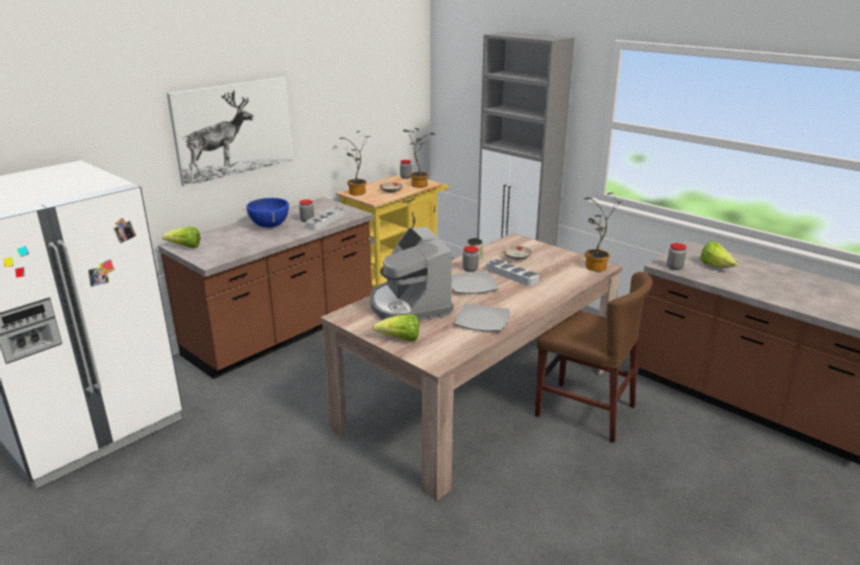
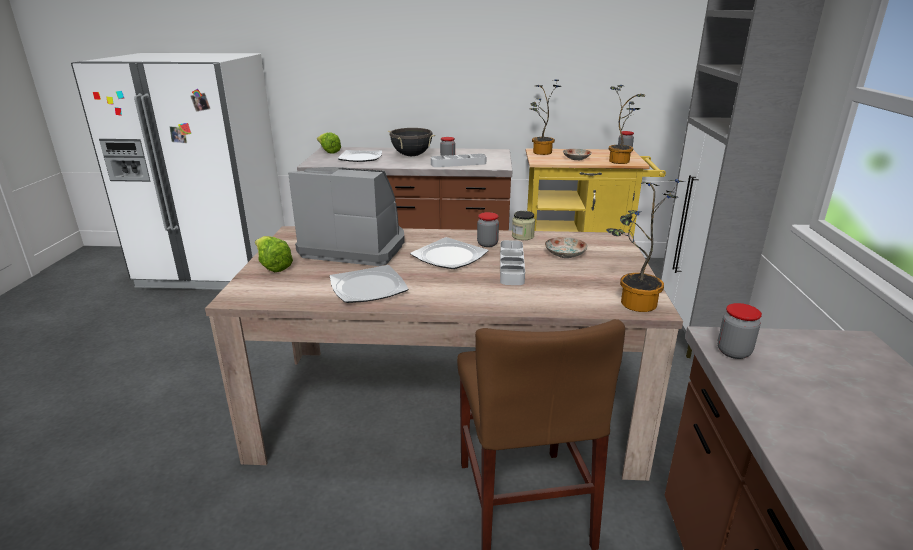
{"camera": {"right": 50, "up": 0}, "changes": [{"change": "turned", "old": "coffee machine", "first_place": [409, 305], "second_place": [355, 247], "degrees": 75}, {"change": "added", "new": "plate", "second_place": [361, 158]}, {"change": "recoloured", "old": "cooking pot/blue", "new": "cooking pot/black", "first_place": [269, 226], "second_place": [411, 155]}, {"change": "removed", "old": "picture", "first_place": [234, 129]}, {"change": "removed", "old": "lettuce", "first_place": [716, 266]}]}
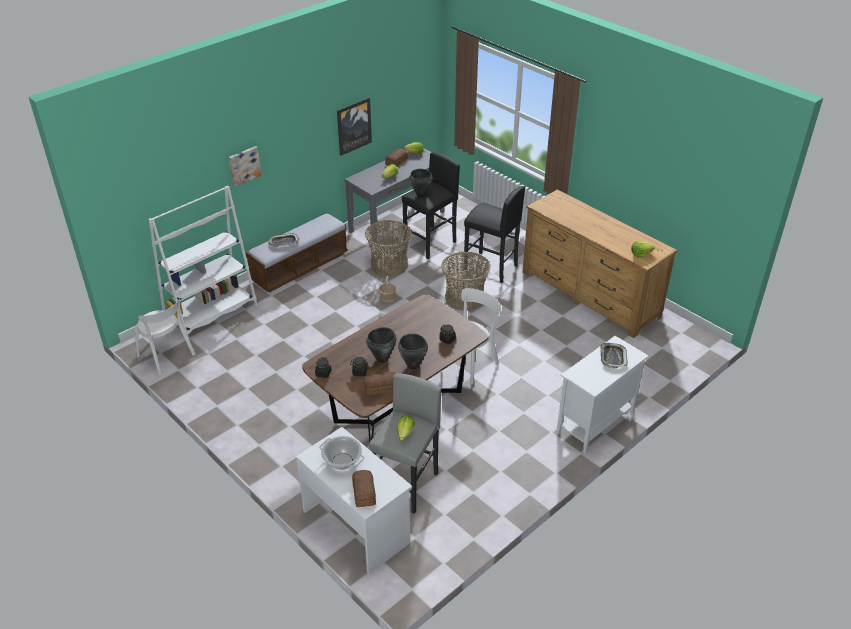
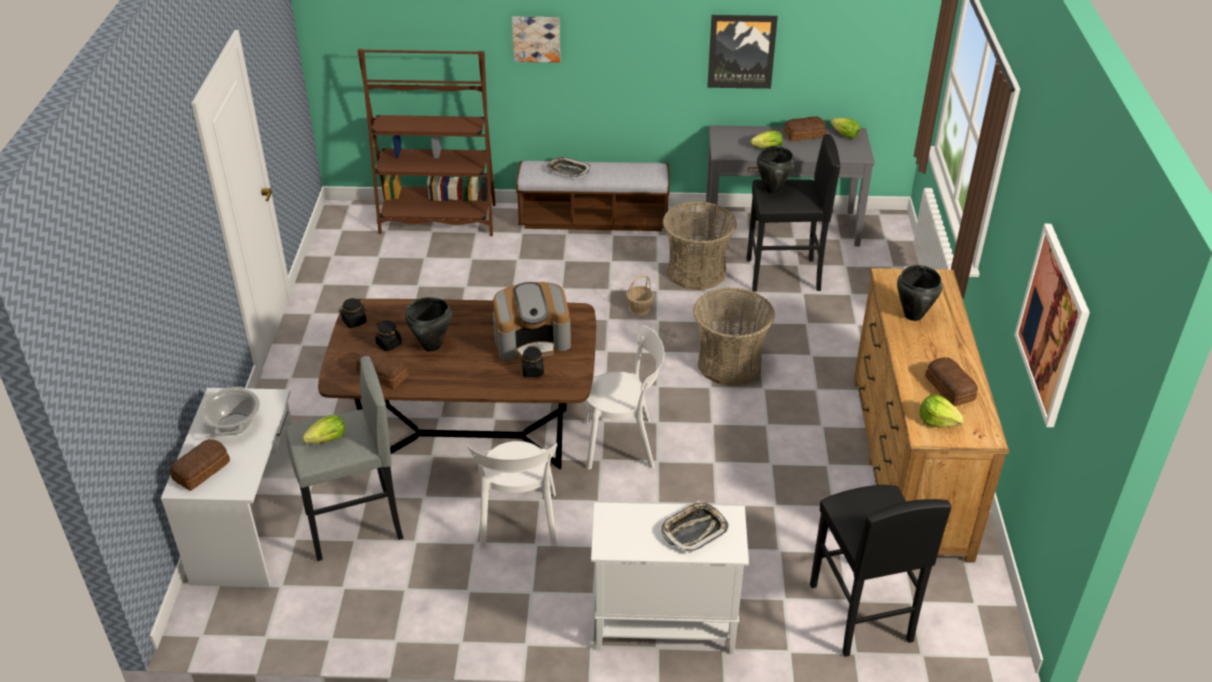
{"camera": {"right": 45, "up": 0}, "changes": [{"change": "recoloured", "old": "bookcase/white", "new": "bookcase/brown", "first_place": [211, 314], "second_place": [438, 219]}, {"change": "moved", "old": "chair/white", "first_place": [167, 356], "second_place": [518, 523]}, {"change": "added", "new": "coffee machine", "second_place": [532, 340]}, {"change": "moved", "old": "stool/black", "first_place": [490, 268], "second_place": [860, 613]}, {"change": "moved", "old": "cooking pot/black", "first_place": [413, 366], "second_place": [913, 315]}, {"change": "added", "new": "bread", "second_place": [950, 387]}, {"change": "added", "new": "picture", "second_place": [1052, 324]}]}
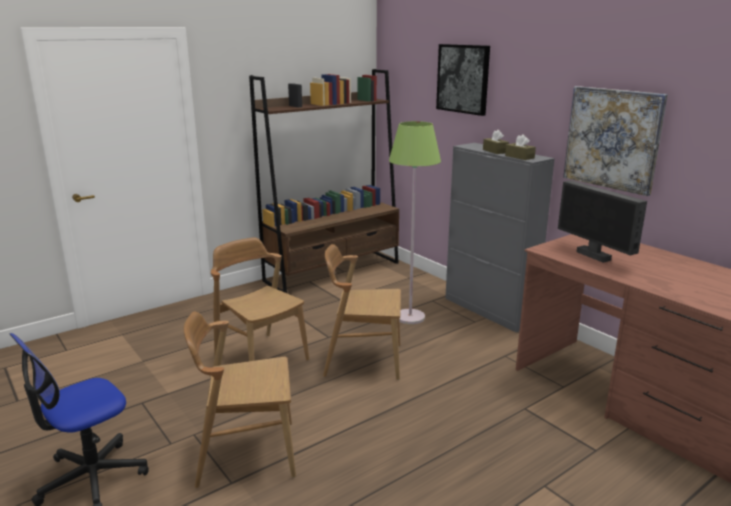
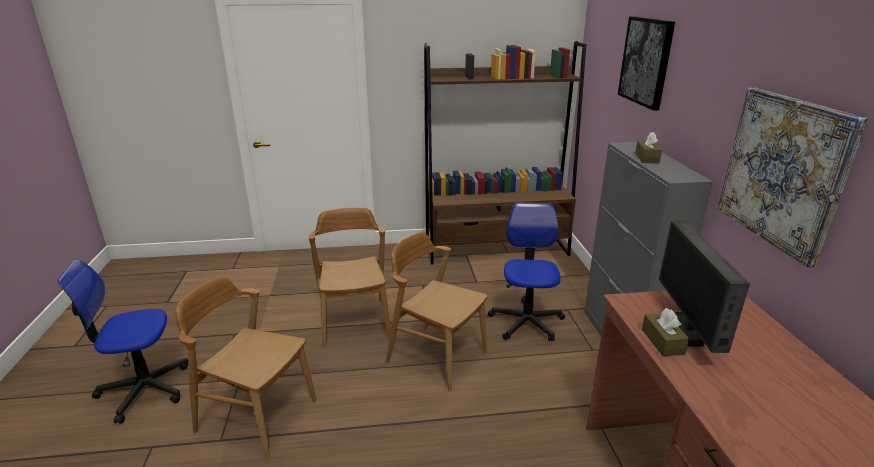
{"camera": {"right": 30, "up": 5}, "changes": [{"change": "replaced", "old": "floor lamp/green", "new": "office chair", "first_place": [410, 317], "second_place": [526, 322]}, {"change": "moved", "old": "tissue box/brown", "first_place": [519, 157], "second_place": [662, 341]}]}
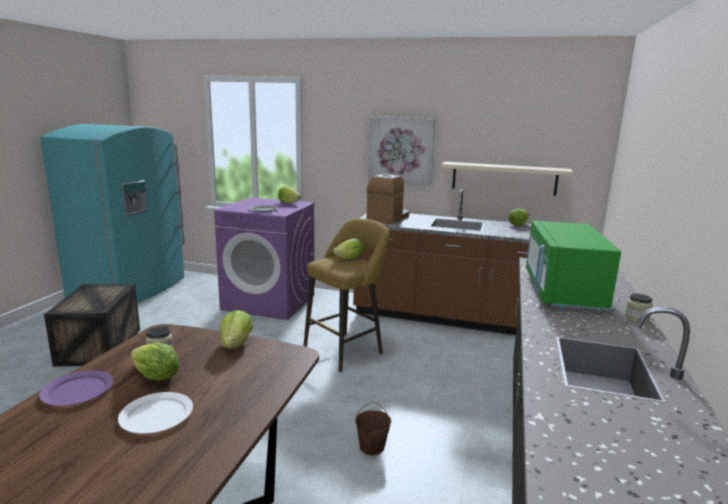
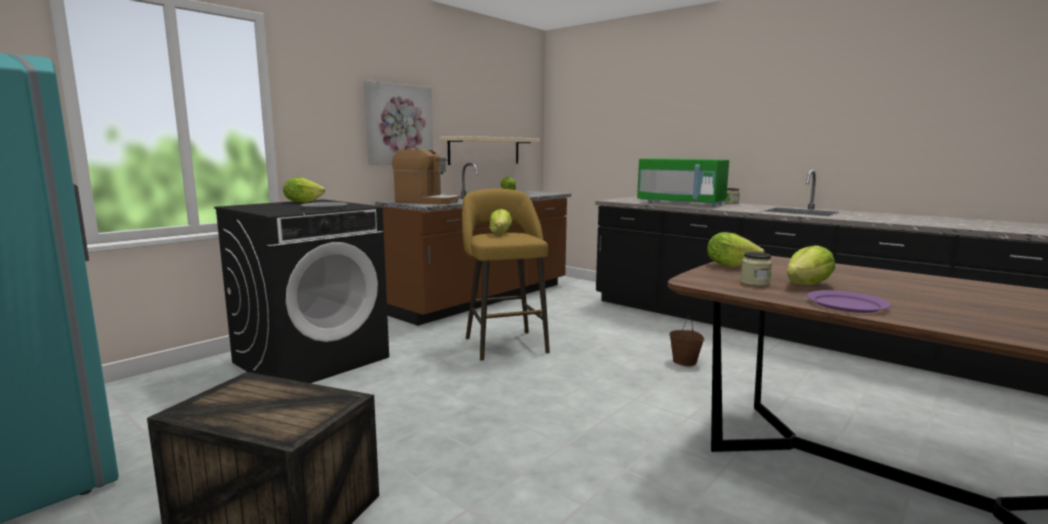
{"camera": {"right": -65, "up": -5}, "changes": [{"change": "recoloured", "old": "washing machine/purple", "new": "washing machine/black", "first_place": [269, 302], "second_place": [312, 359]}, {"change": "turned", "old": "coffee machine", "first_place": [388, 218], "second_place": [426, 202], "degrees": 150}, {"change": "removed", "old": "plate/white", "first_place": [156, 415]}]}
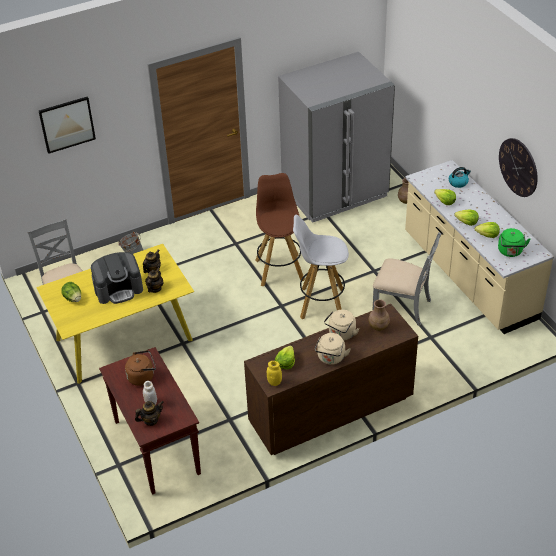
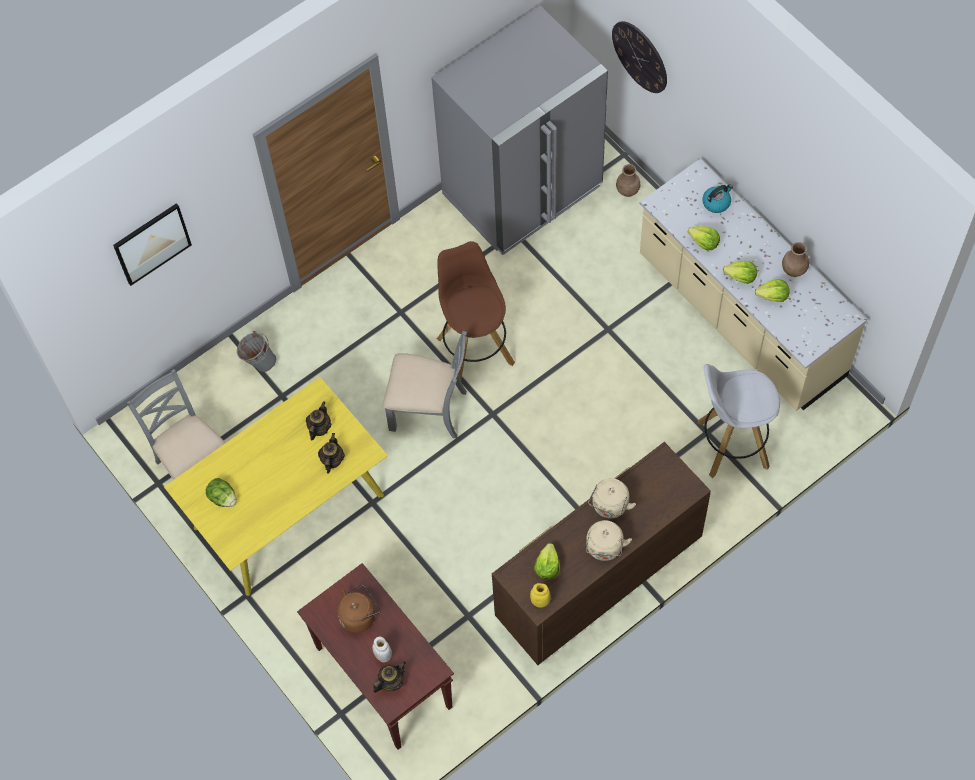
{"camera": {"right": -10, "up": 20}, "changes": [{"change": "moved", "old": "chair/grey", "first_place": [402, 307], "second_place": [429, 410]}, {"change": "moved", "old": "wall clock", "first_place": [518, 167], "second_place": [640, 56]}, {"change": "moved", "old": "stool/white", "first_place": [321, 303], "second_place": [731, 445]}, {"change": "moved", "old": "vase/brown", "first_place": [379, 327], "second_place": [794, 270]}, {"change": "removed", "old": "coffee machine", "first_place": [118, 289]}, {"change": "removed", "old": "kettle/green", "first_place": [510, 252]}]}
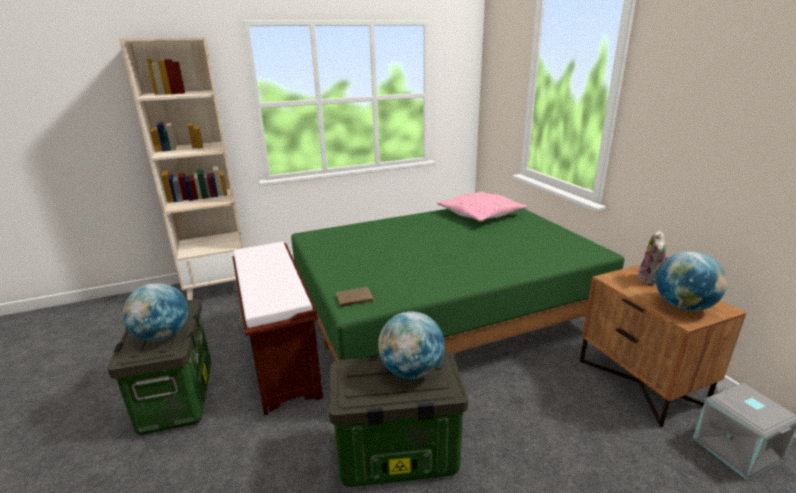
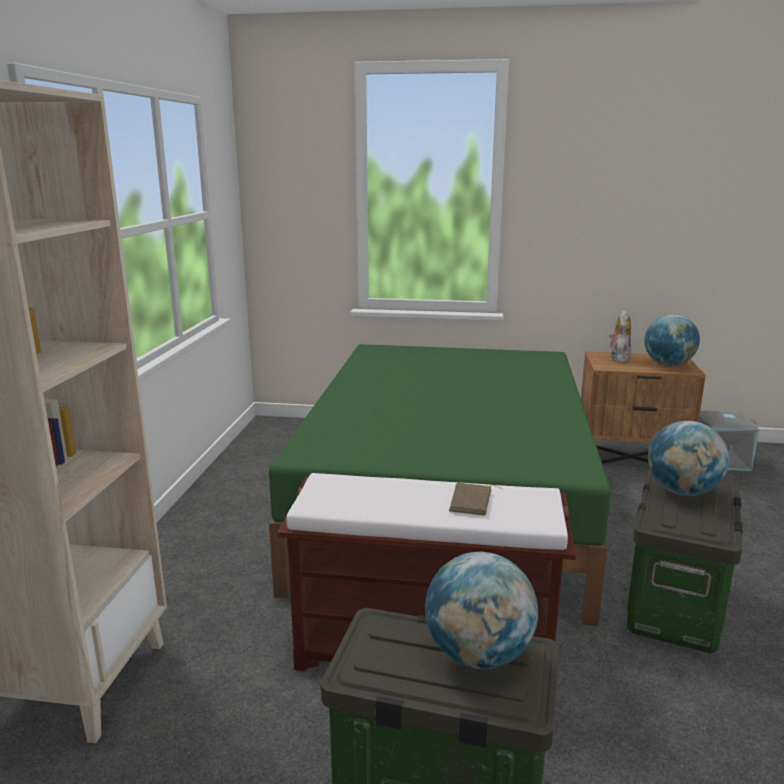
{"camera": {"right": -60, "up": -5}, "changes": [{"change": "moved", "old": "book/brown", "first_place": [354, 299], "second_place": [472, 502]}, {"change": "turned", "old": "plush toy", "first_place": [650, 280], "second_place": [618, 358], "degrees": -120}, {"change": "removed", "old": "pillow/pink", "first_place": [480, 214]}]}
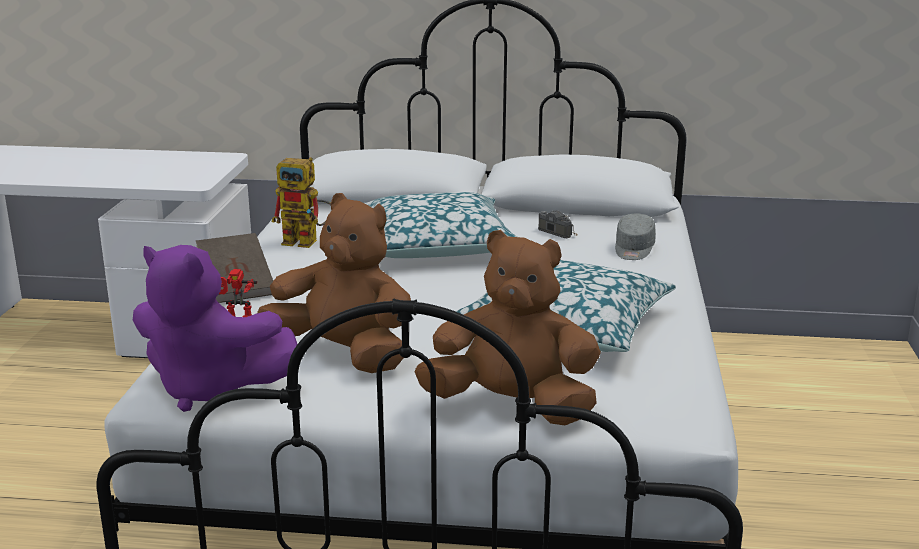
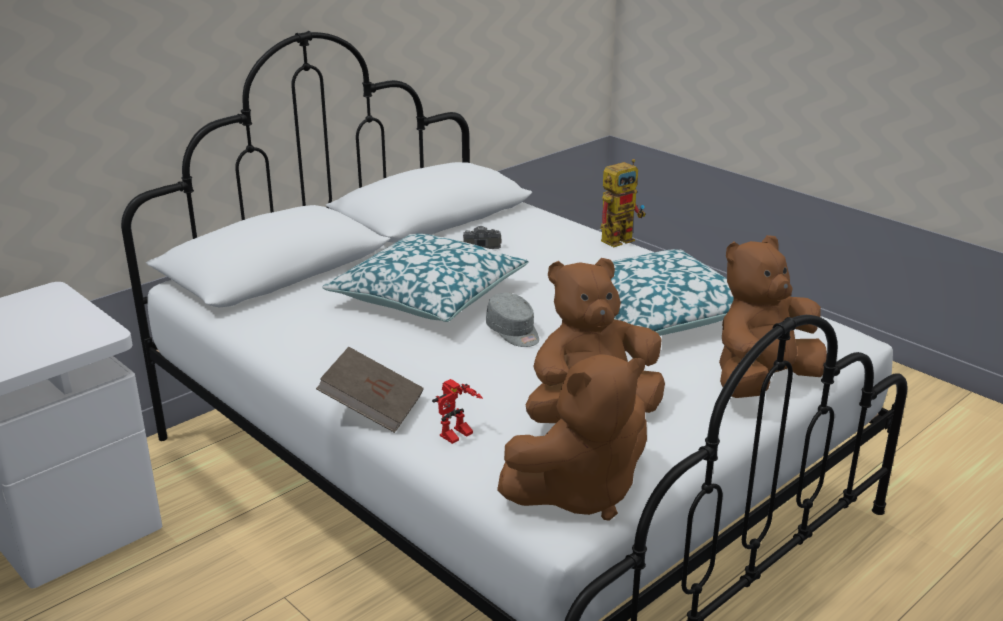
{"camera": {"right": -50, "up": 5}, "changes": [{"change": "moved", "old": "cap/grey", "first_place": [633, 249], "second_place": [513, 332]}, {"change": "recoloured", "old": "plush toy/purple", "new": "plush toy/brown", "first_place": [211, 389], "second_place": [579, 492]}, {"change": "moved", "old": "toy robot", "first_place": [308, 242], "second_place": [621, 238]}]}
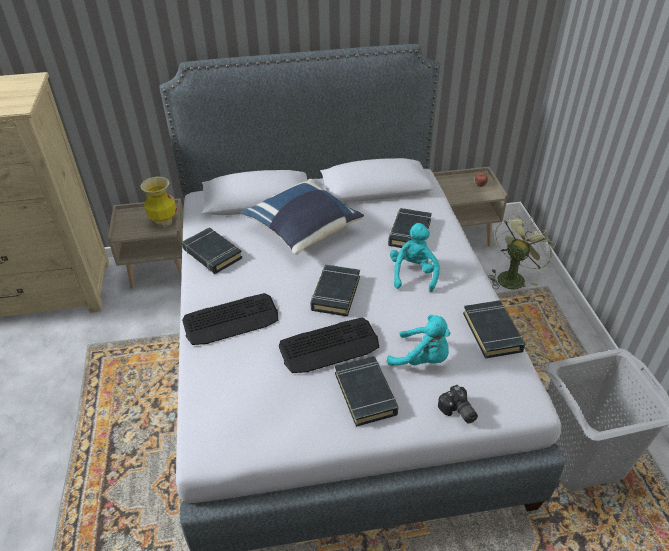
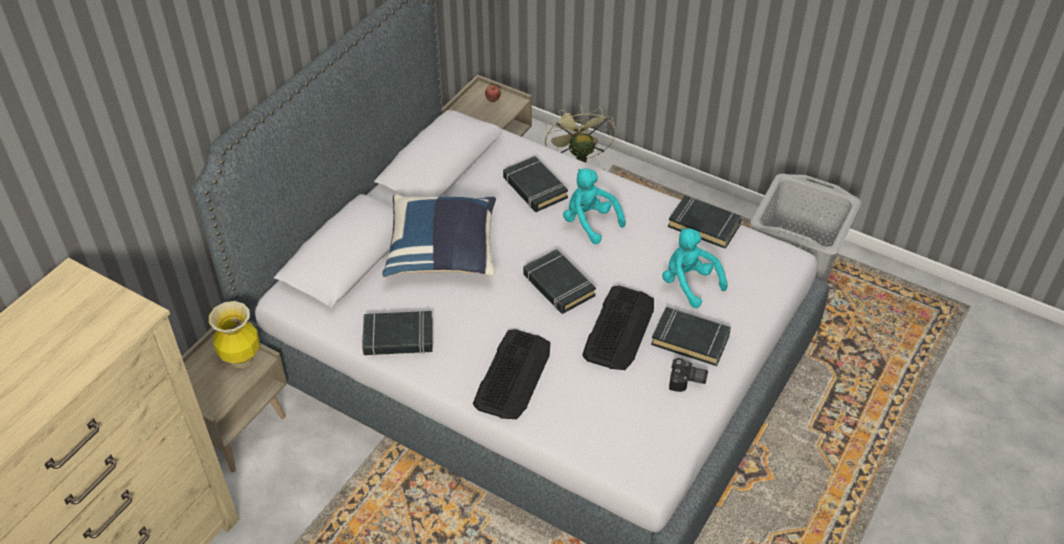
{"camera": {"right": -50, "up": 5}, "changes": [{"change": "turned", "old": "plush toy/turquoise", "first_place": [422, 359], "second_place": [689, 283], "degrees": -105}, {"change": "moved", "old": "photo camera", "first_place": [457, 412], "second_place": [687, 382]}]}
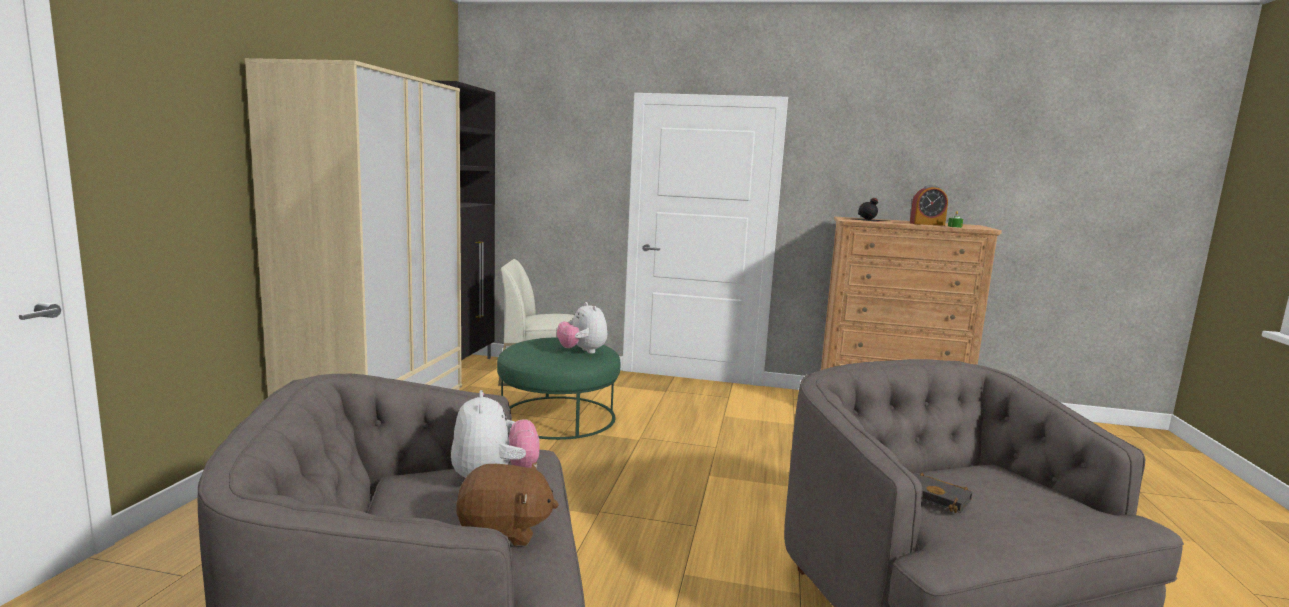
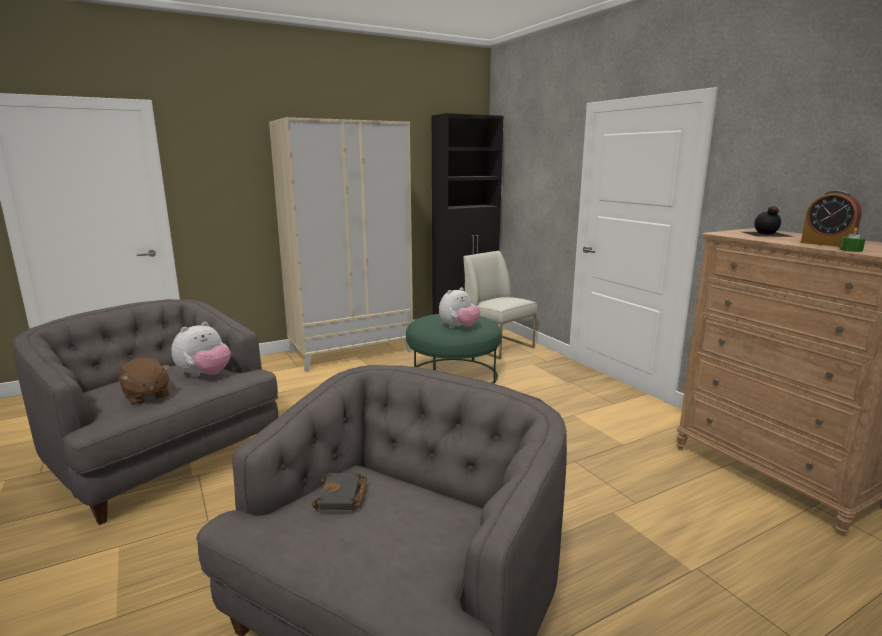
{"camera": {"right": 50, "up": 5}, "changes": [{"change": "turned", "old": "plush toy", "first_place": [582, 351], "second_place": [458, 327], "degrees": -150}]}
